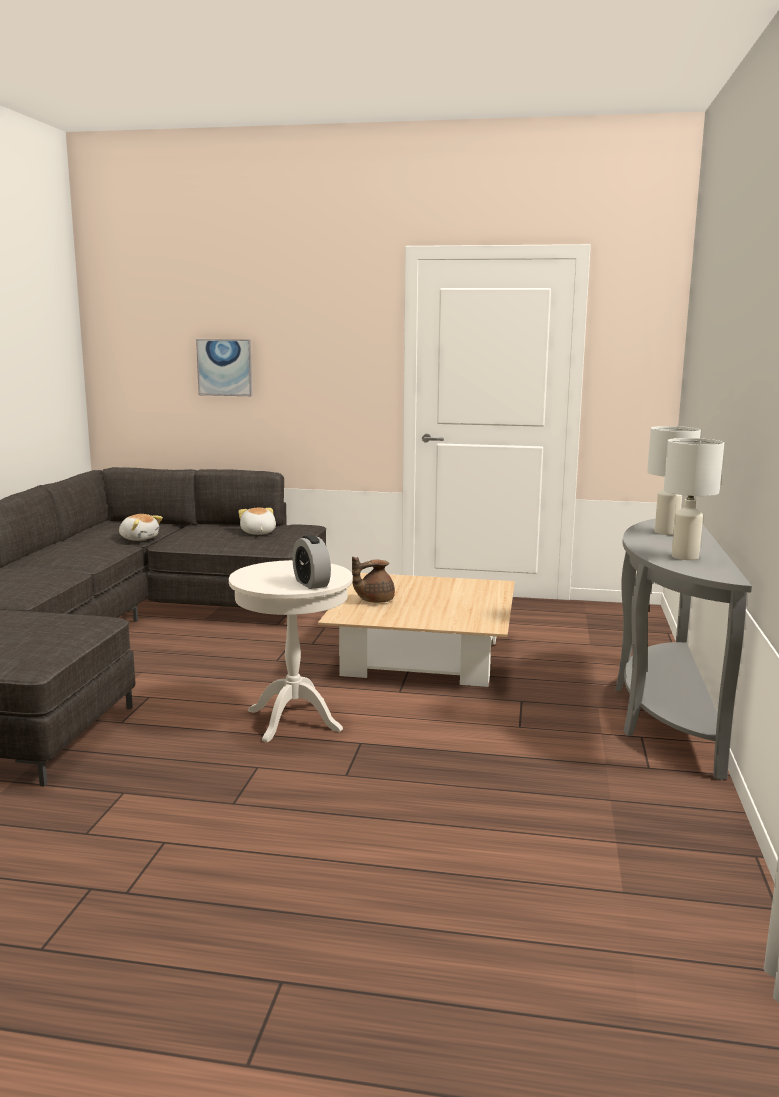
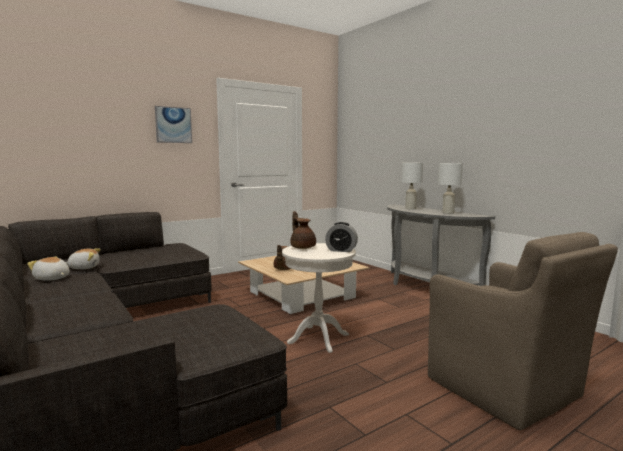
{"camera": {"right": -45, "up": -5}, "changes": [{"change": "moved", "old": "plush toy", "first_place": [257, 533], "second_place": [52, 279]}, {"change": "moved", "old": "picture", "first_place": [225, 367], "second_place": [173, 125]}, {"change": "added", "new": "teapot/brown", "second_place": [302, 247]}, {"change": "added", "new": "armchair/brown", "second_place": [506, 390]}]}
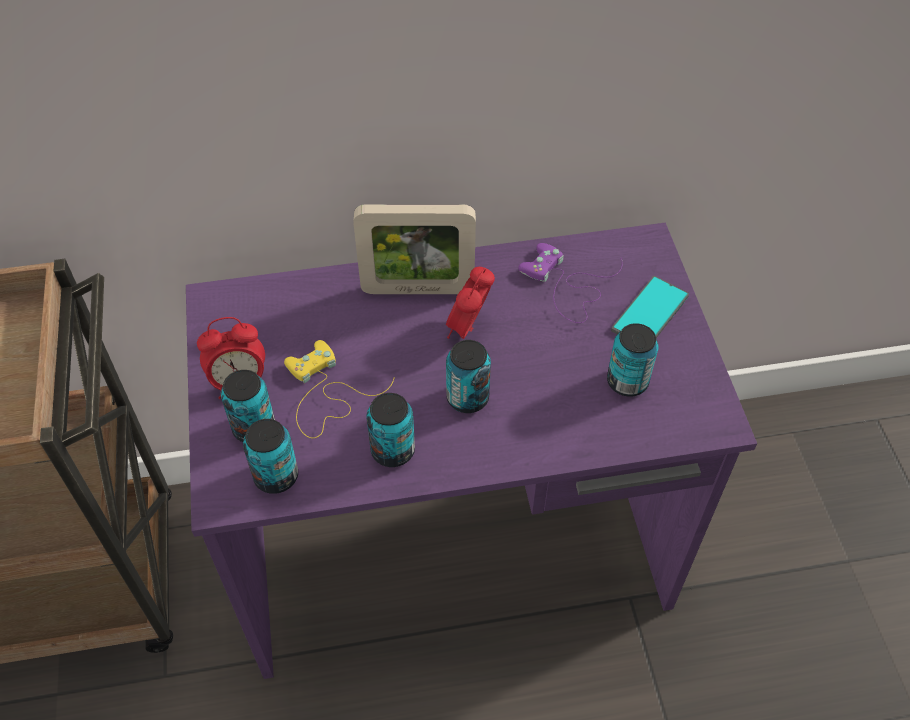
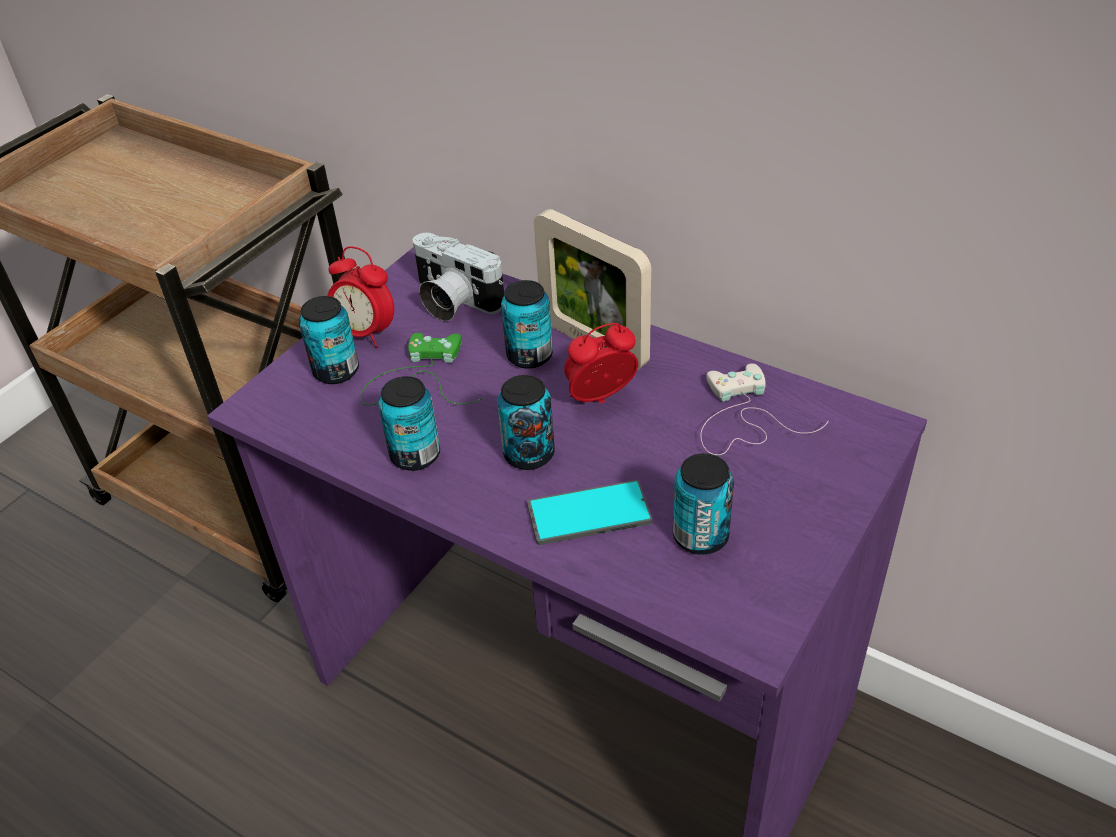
{"camera": {"right": 45, "up": -10}, "changes": [{"change": "recoloured", "old": "game controller/yellow", "new": "game controller/green", "first_place": [326, 393], "second_place": [419, 379]}, {"change": "added", "new": "photo camera", "second_place": [452, 301]}, {"change": "moved", "old": "can", "first_place": [276, 476], "second_place": [529, 356]}, {"change": "moved", "old": "phone", "first_place": [650, 313], "second_place": [589, 514]}, {"change": "recoloured", "old": "game controller/purple", "new": "game controller/white", "first_place": [568, 285], "second_place": [743, 418]}]}
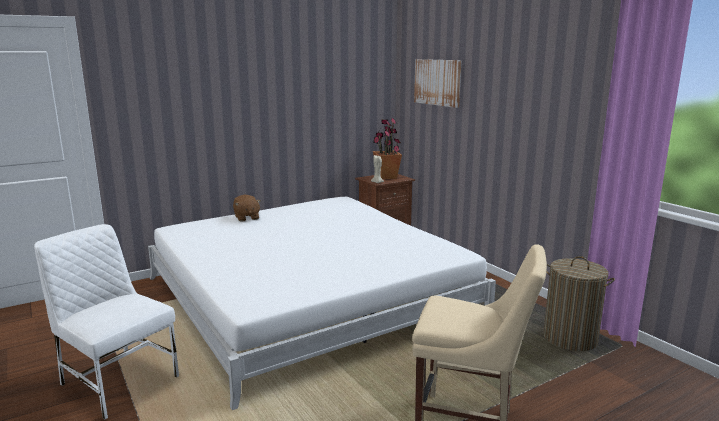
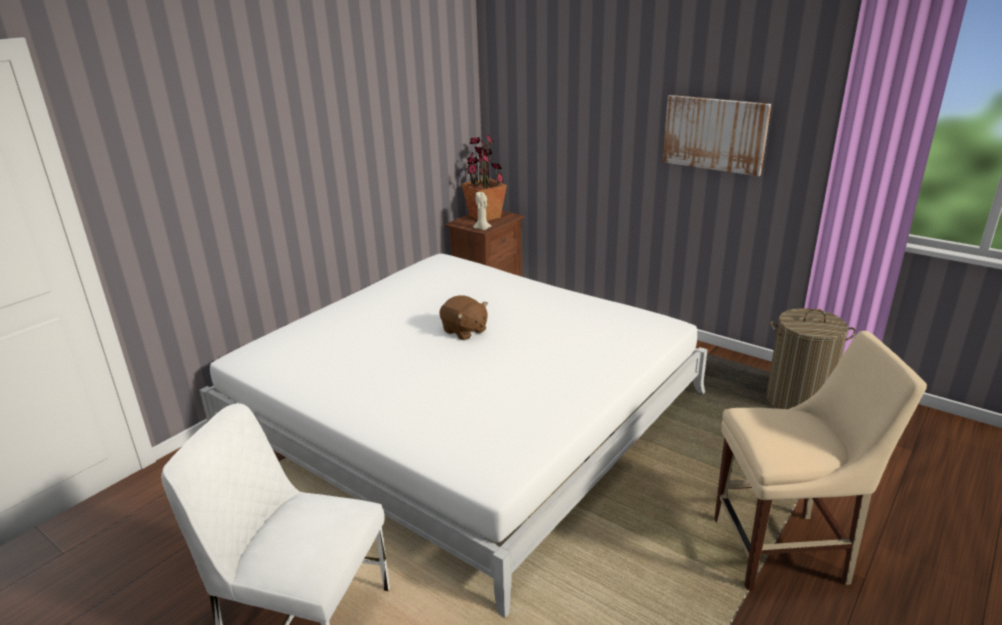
{"camera": {"right": -20, "up": 10}, "changes": [{"change": "moved", "old": "plush toy/brown", "first_place": [246, 218], "second_place": [464, 331]}, {"change": "moved", "old": "picture", "first_place": [437, 82], "second_place": [714, 134]}]}
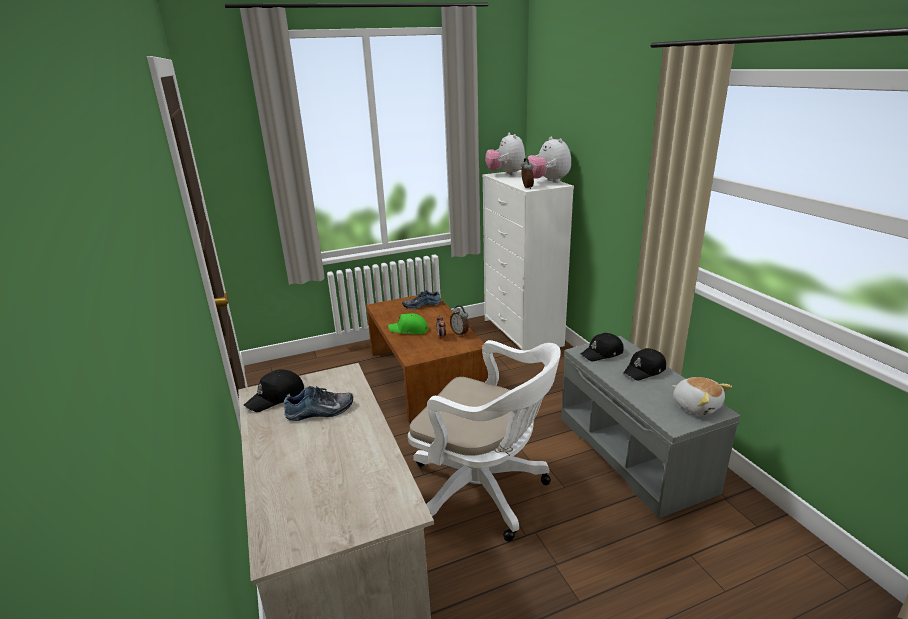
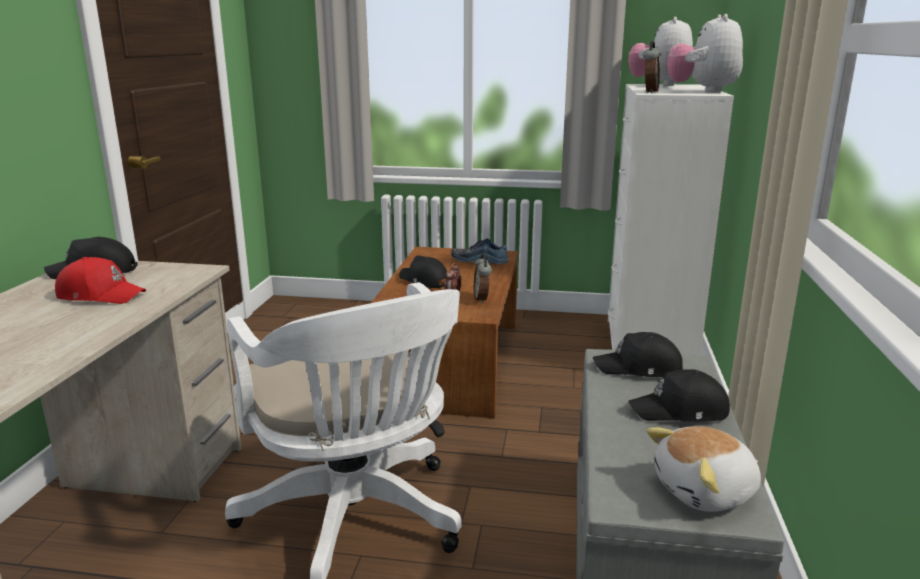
{"camera": {"right": 30, "up": -5}, "changes": [{"change": "replaced", "old": "shoe", "new": "cap/red", "first_place": [320, 412], "second_place": [101, 295]}, {"change": "recoloured", "old": "cap/green", "new": "cap/black", "first_place": [409, 330], "second_place": [423, 281]}, {"change": "turned", "old": "plush toy", "first_place": [696, 406], "second_place": [706, 492], "degrees": 75}]}
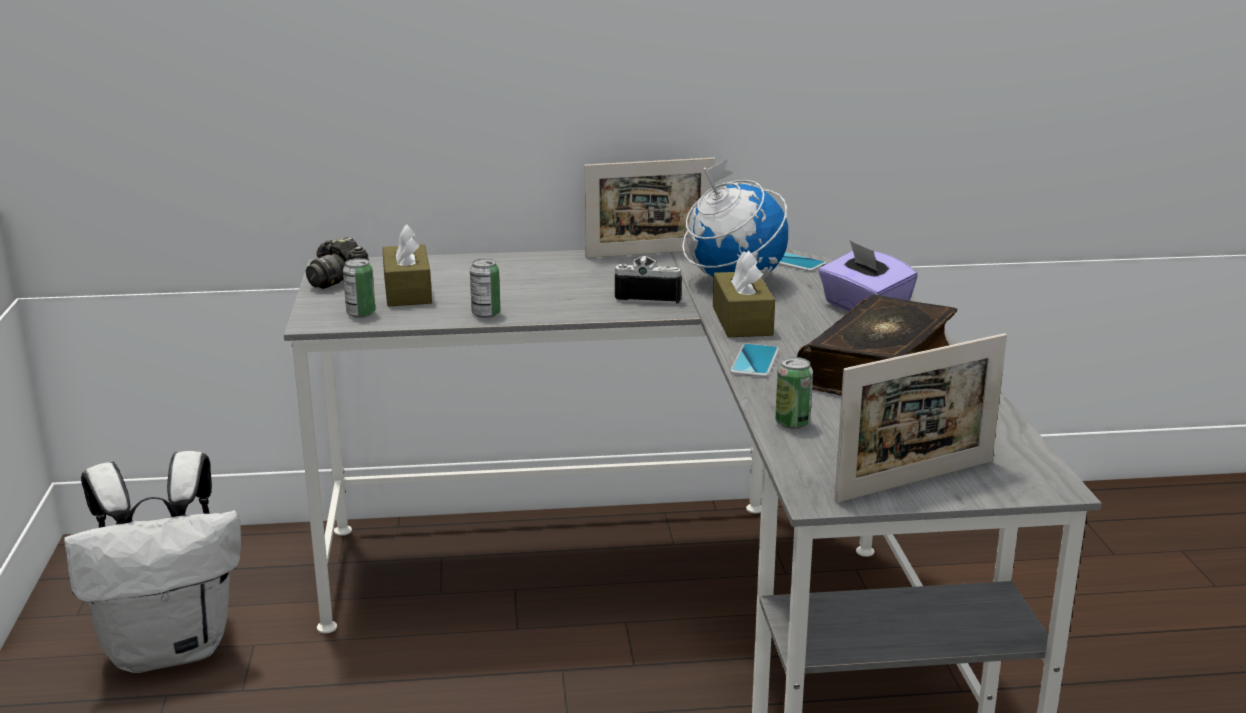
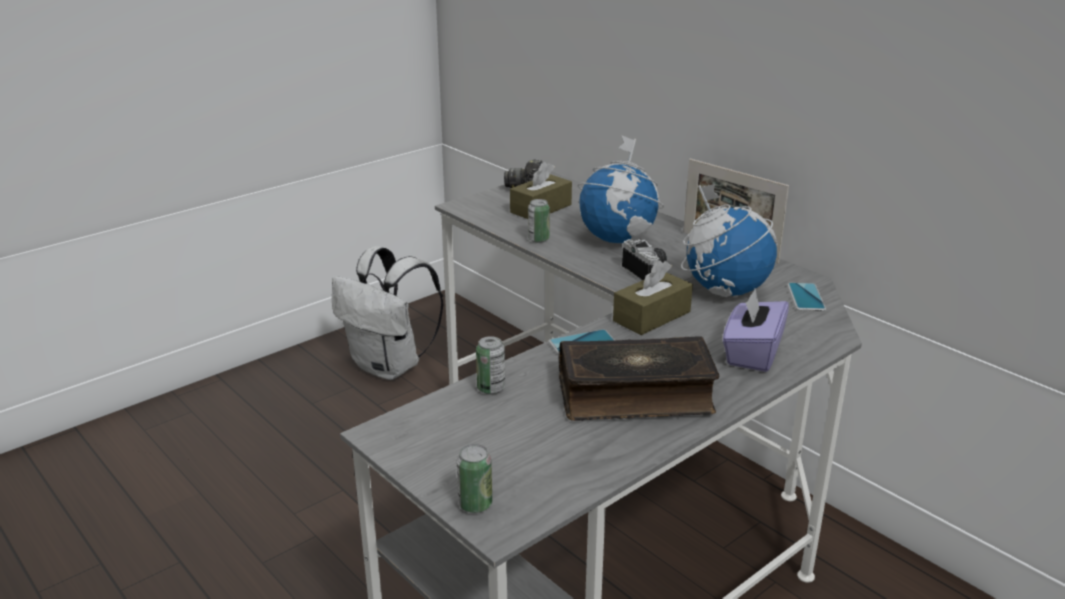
{"camera": {"right": 55, "up": 5}, "changes": [{"change": "moved", "old": "can", "first_place": [361, 313], "second_place": [475, 504]}, {"change": "added", "new": "globe", "second_place": [618, 239]}, {"change": "removed", "old": "picture frame", "first_place": [915, 481]}]}
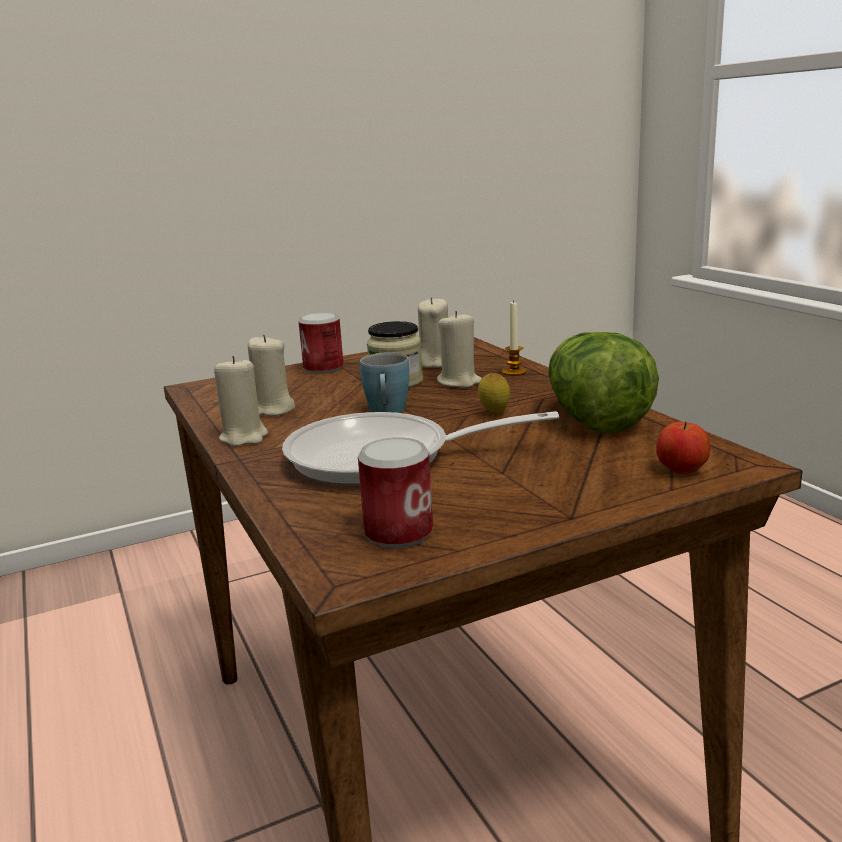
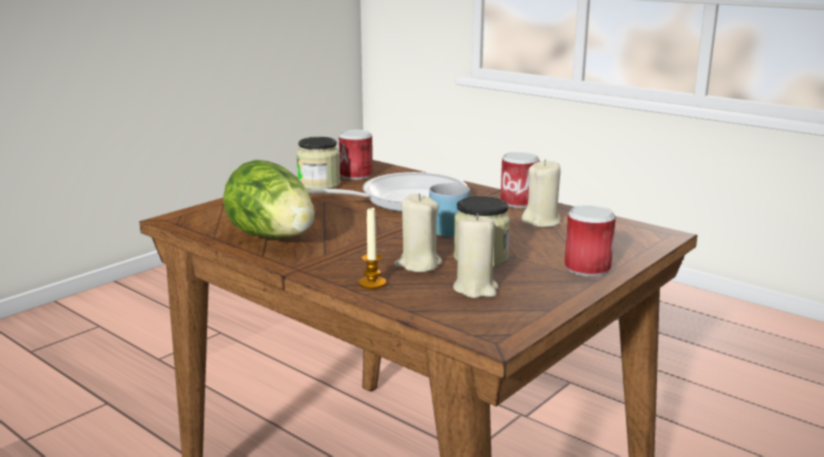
{"camera": {"right": 155, "up": 0}, "changes": [{"change": "added", "new": "jar", "second_place": [319, 184]}, {"change": "replaced", "old": "candle/beige", "new": "can", "first_place": [244, 437], "second_place": [518, 202]}, {"change": "removed", "old": "lemon", "first_place": [494, 414]}, {"change": "removed", "old": "apple", "first_place": [681, 471]}]}
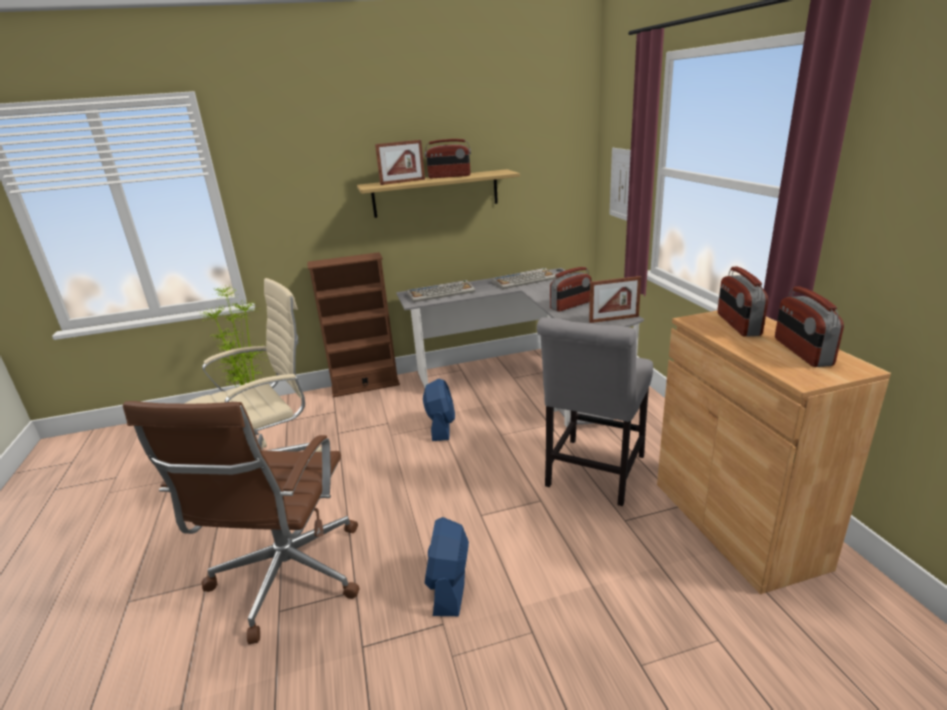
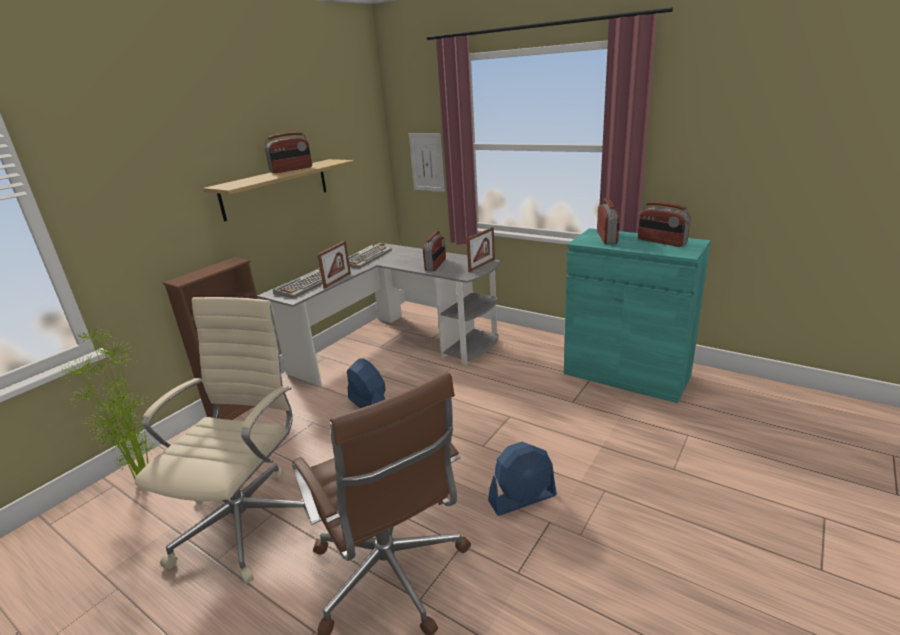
{"camera": {"right": -40, "up": 0}, "changes": [{"change": "moved", "old": "picture frame", "first_place": [403, 182], "second_place": [337, 280]}, {"change": "turned", "old": "fan/blue", "first_place": [449, 585], "second_place": [522, 498], "degrees": -75}, {"change": "recoloured", "old": "cabinet/brown", "new": "cabinet/turquoise", "first_place": [736, 523], "second_place": [626, 374]}, {"change": "turned", "old": "radio", "first_place": [737, 324], "second_place": [607, 238], "degrees": -135}, {"change": "removed", "old": "chair/grey", "first_place": [593, 474]}]}
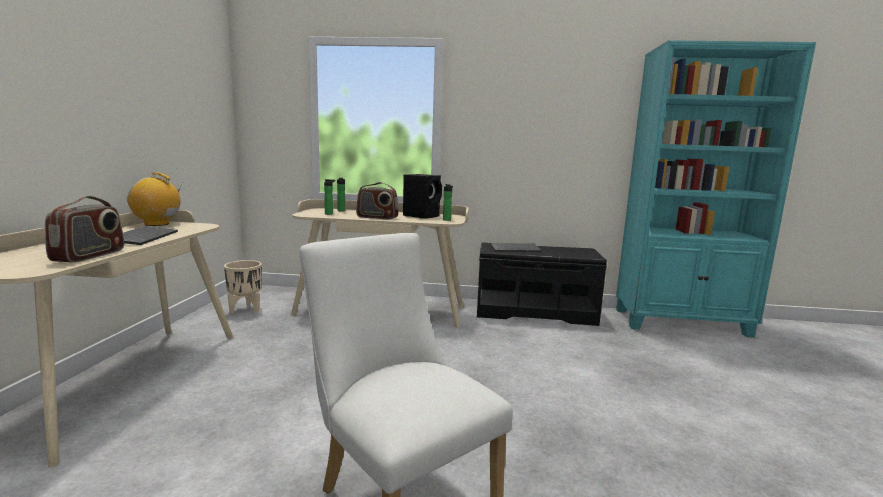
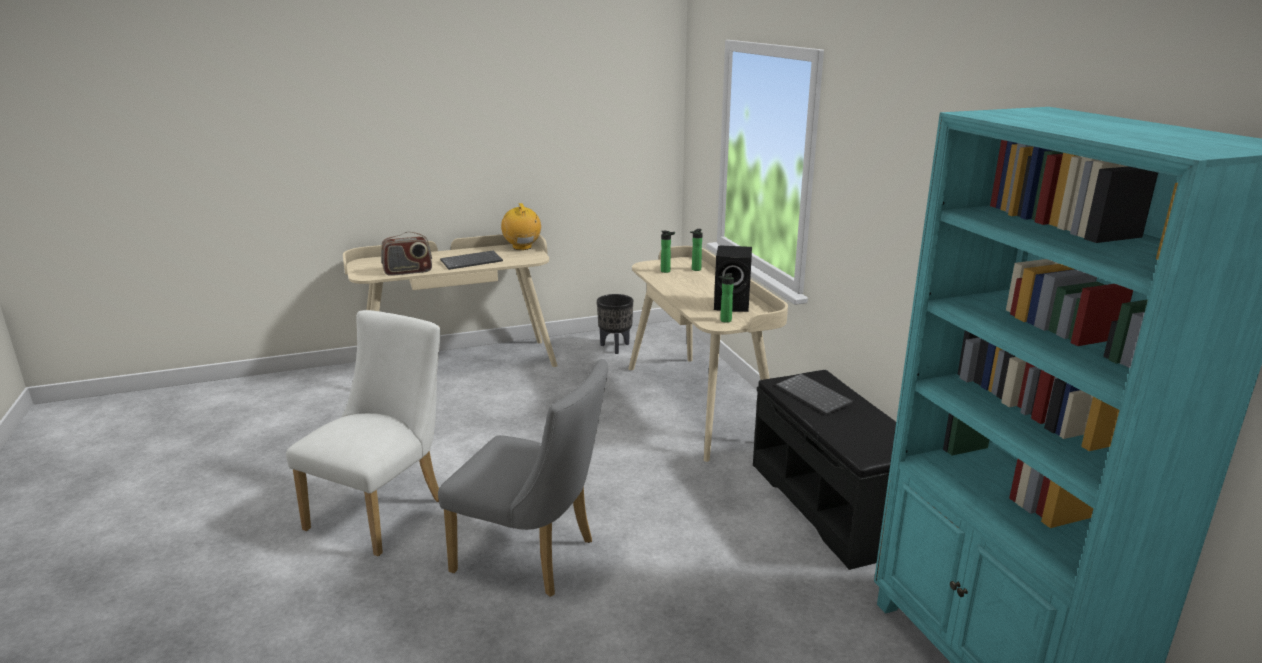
{"camera": {"right": 65, "up": 10}, "changes": [{"change": "added", "new": "chair/grey", "second_place": [534, 558]}, {"change": "recoloured", "old": "planter/beige", "new": "planter/black", "first_place": [246, 310], "second_place": [615, 347]}, {"change": "removed", "old": "radio", "first_place": [377, 217]}]}
